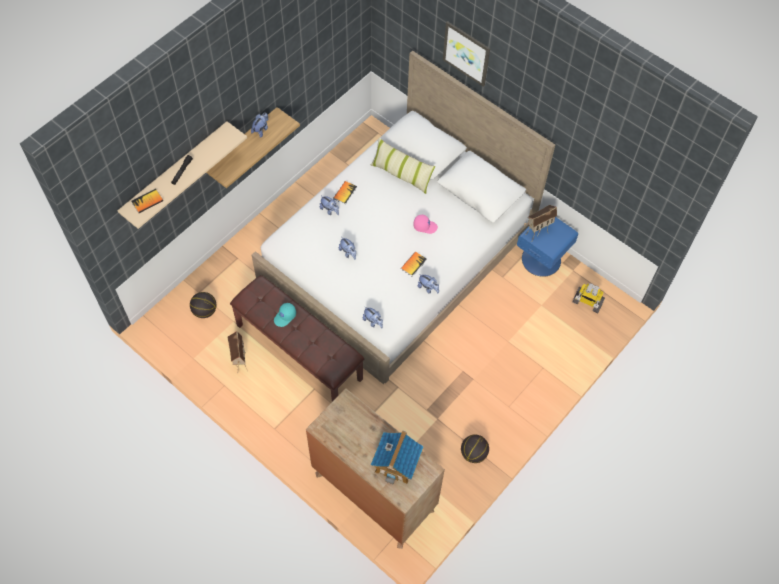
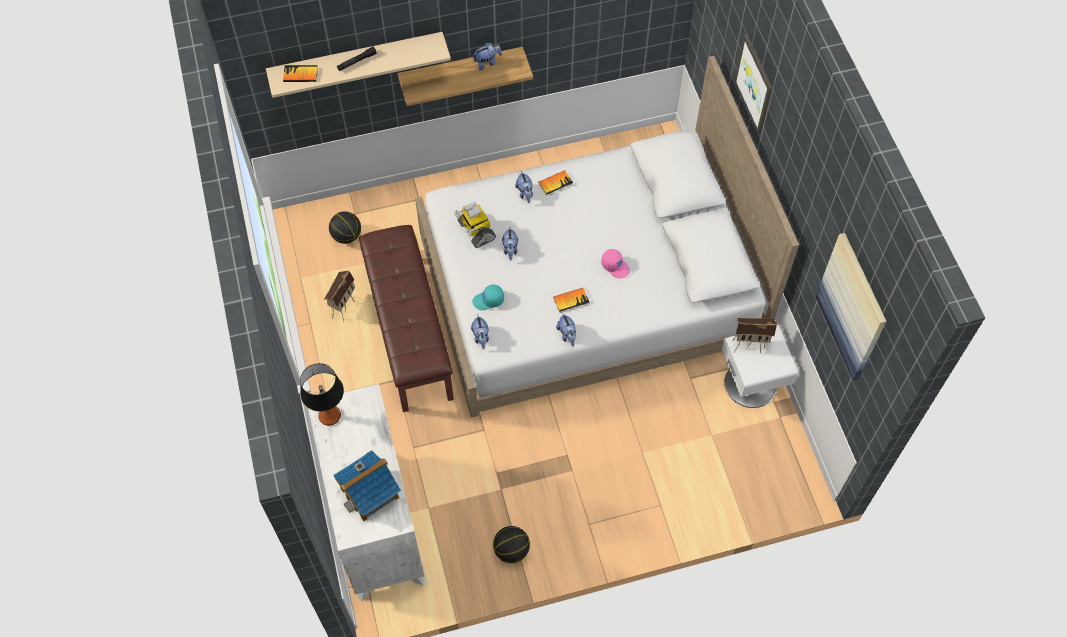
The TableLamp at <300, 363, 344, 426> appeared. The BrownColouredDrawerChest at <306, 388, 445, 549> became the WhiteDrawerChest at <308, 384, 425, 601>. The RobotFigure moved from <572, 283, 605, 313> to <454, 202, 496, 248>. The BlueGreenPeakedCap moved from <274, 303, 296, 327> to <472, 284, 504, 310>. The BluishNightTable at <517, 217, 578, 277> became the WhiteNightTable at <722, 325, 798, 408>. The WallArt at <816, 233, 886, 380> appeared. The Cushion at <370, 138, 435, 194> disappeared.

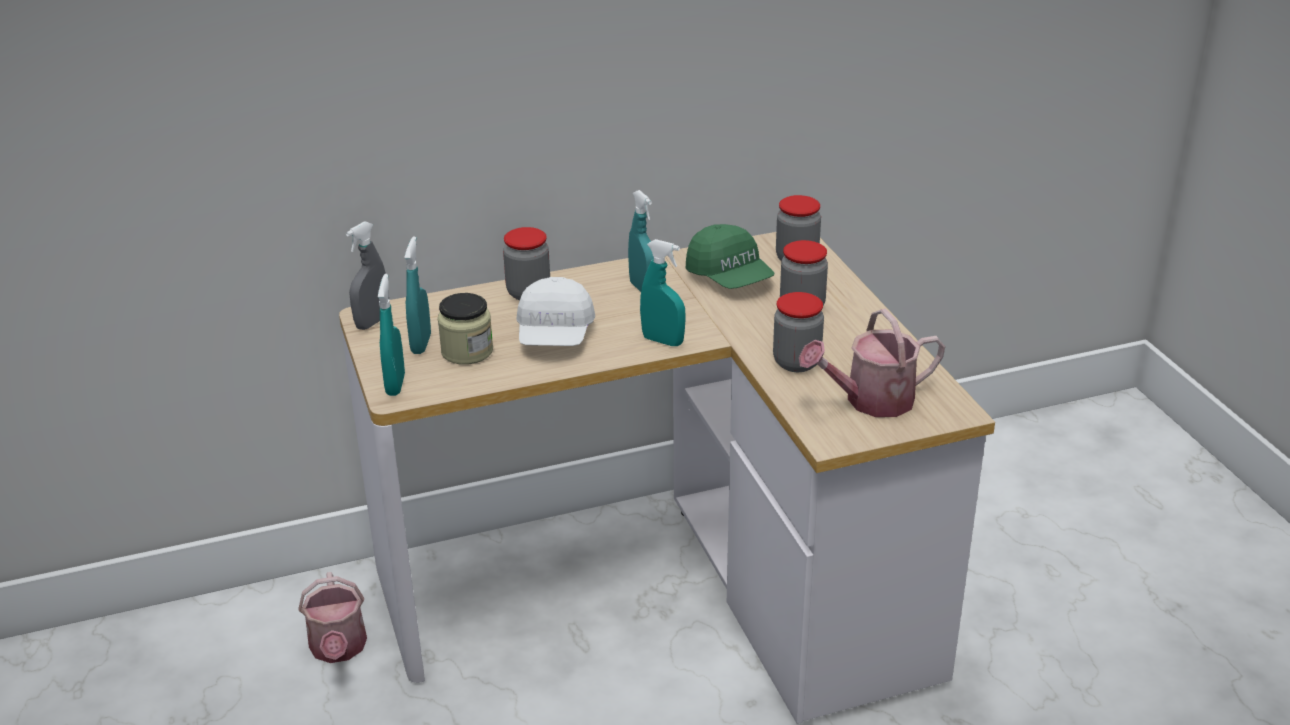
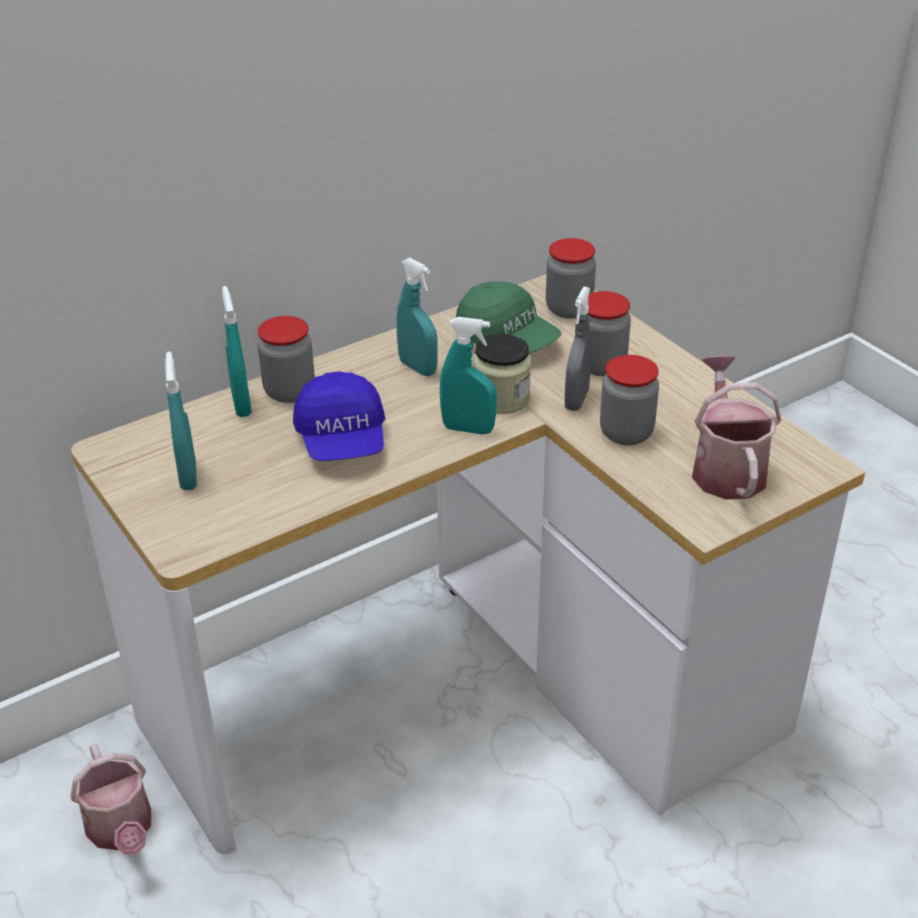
The BlueGreenSprayer moved from <378, 274, 405, 396> to <222, 286, 252, 417>. The WhitePeakedCap at <516, 277, 595, 346> became the BluishPeakedCap at <293, 371, 385, 461>. The StorageJar moved from <438, 293, 493, 365> to <473, 334, 531, 414>. The GreyishSprayer moved from <346, 221, 389, 330> to <565, 286, 592, 411>. The SprinklingCan at <799, 309, 945, 417> turned 120 degrees clockwise.

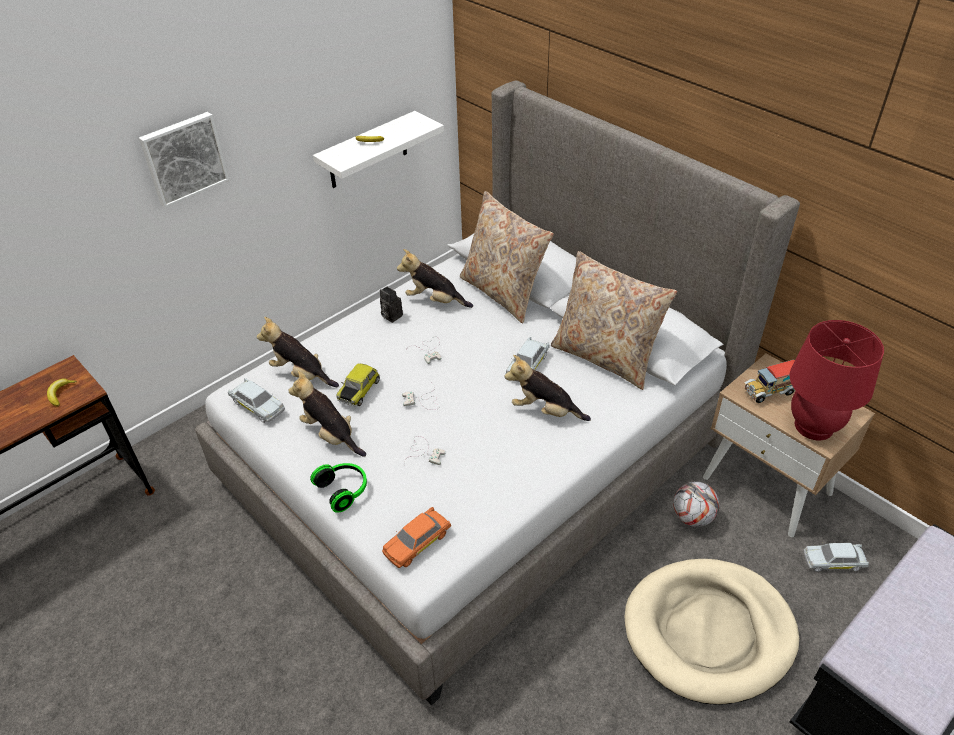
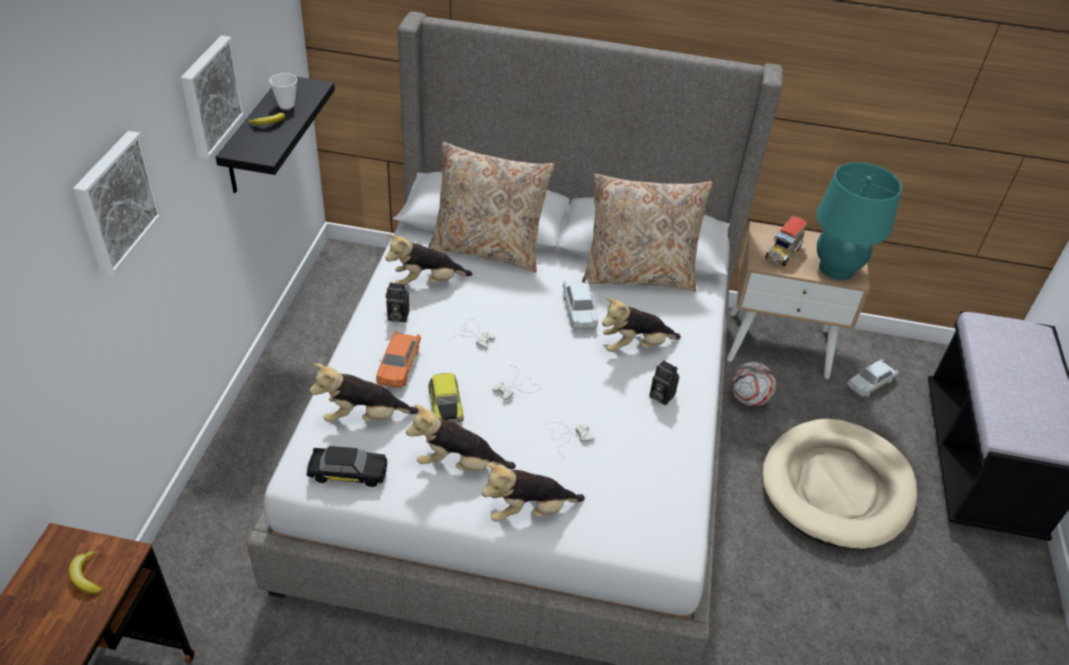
The WallArt at <181, 35, 244, 159> appeared. The WhiteWallShelf at <313, 111, 444, 188> became the BlackColouredWallShelf at <216, 77, 335, 193>. The DrinkingCup at <269, 73, 297, 109> appeared. The WhiteMiniatureCar at <228, 378, 285, 423> became the BlackColouredMiniatureCar at <307, 446, 387, 487>. The OrangeMiniatureCar moved from <382, 507, 451, 568> to <376, 330, 421, 388>. The PairOfHeadphones at <310, 463, 367, 513> was replaced by the CuddlyToy at <482, 463, 585, 522>. The PhotoCamera at <649, 360, 679, 405> appeared. The RedTableLamp at <790, 320, 884, 440> became the BlueGreenTableLamp at <816, 162, 902, 280>.

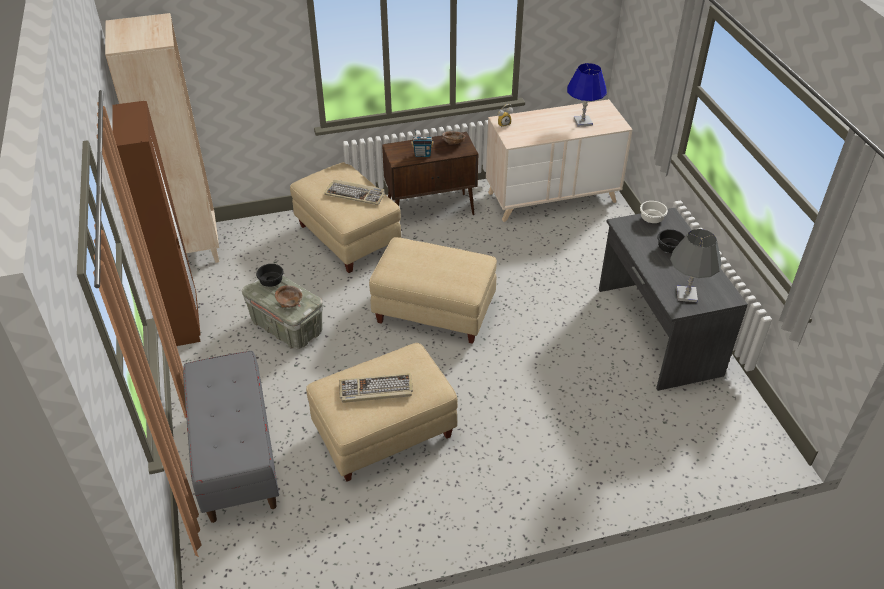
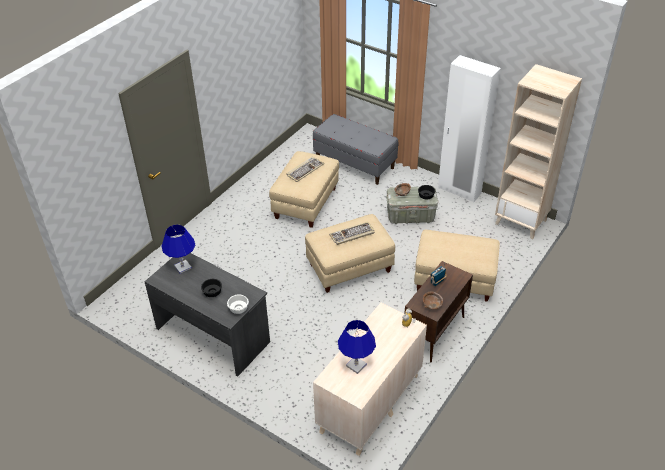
The GreyishTableLamp at <670, 229, 722, 302> became the BluishTableLamp at <162, 224, 195, 274>. The PcKeyboard moved from <324, 180, 385, 205> to <329, 222, 374, 245>. The BrownColouredClothesCupboard at <112, 101, 201, 346> became the WhiteClothesCupboard at <438, 55, 501, 202>.

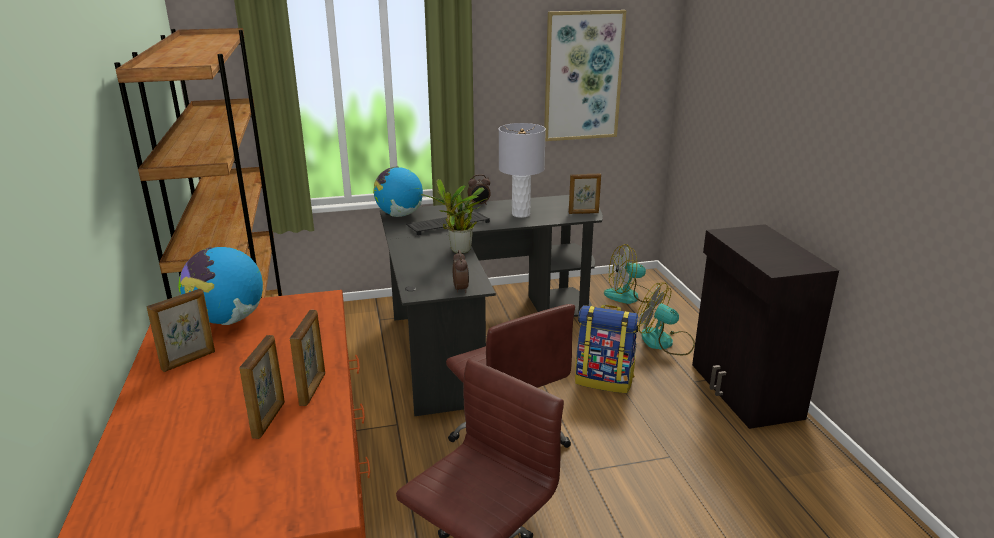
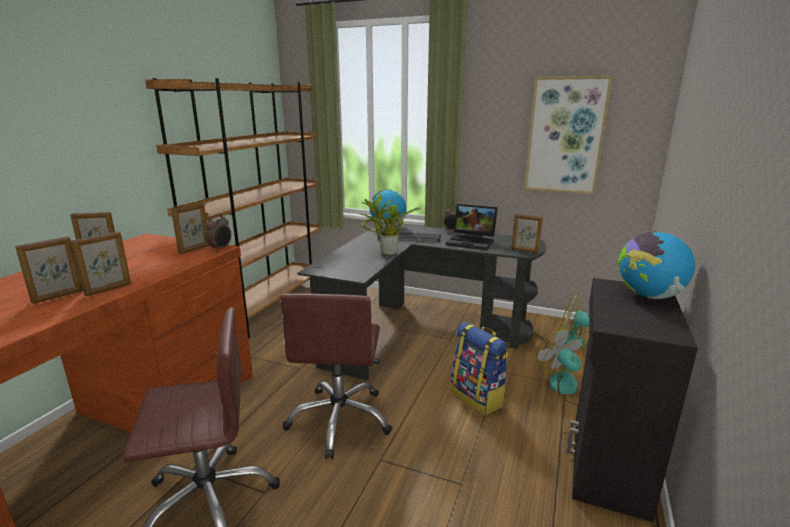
The PictureFrame at <171, 203, 209, 254> appeared. The AlarmClock moved from <452, 250, 469, 293> to <205, 214, 231, 252>. The GreyishTableLamp at <499, 123, 546, 218> was replaced by the Laptop at <446, 204, 498, 250>. The Globe moved from <179, 247, 263, 325> to <618, 231, 695, 299>.

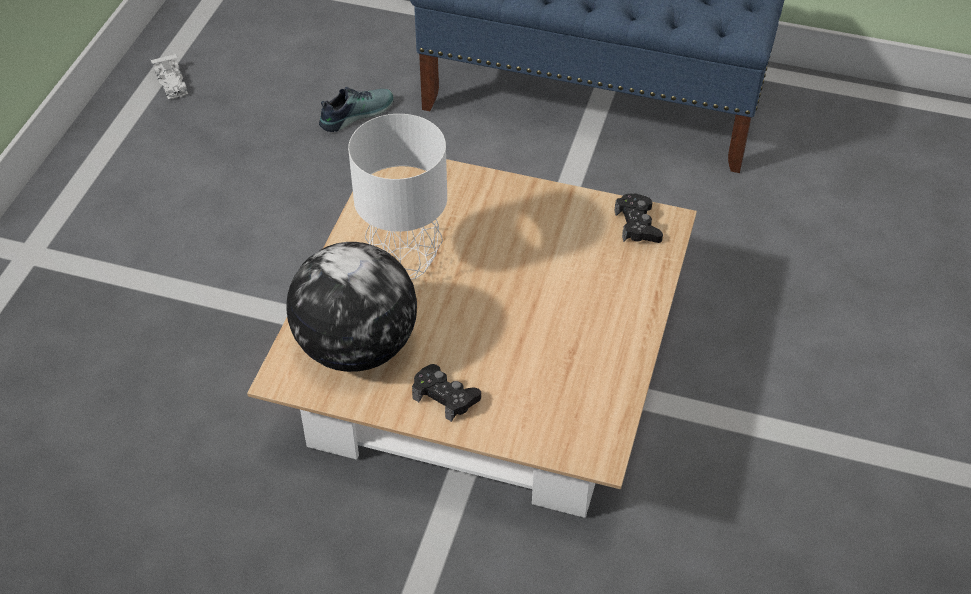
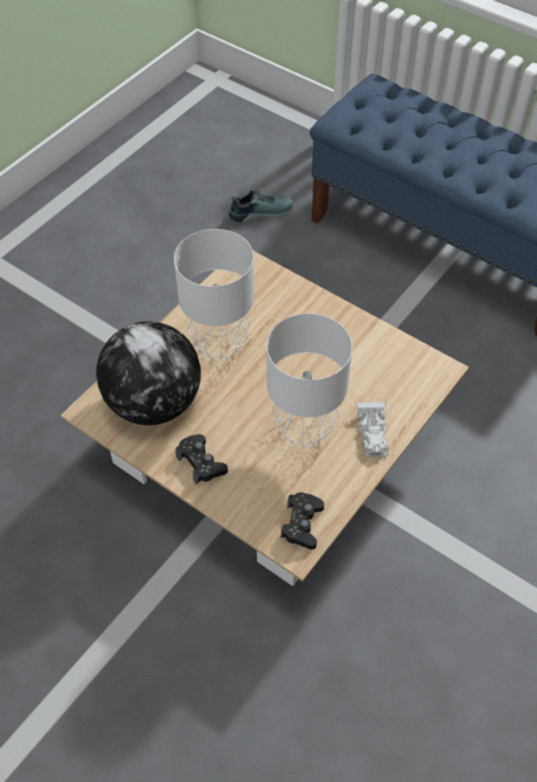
The WhiteTableLamp at <267, 313, 352, 447> appeared. The BlackColouredJoypad moved from <615, 194, 663, 243> to <281, 492, 324, 550>. The WhiteMiniatureCar moved from <150, 54, 189, 99> to <357, 402, 388, 458>.

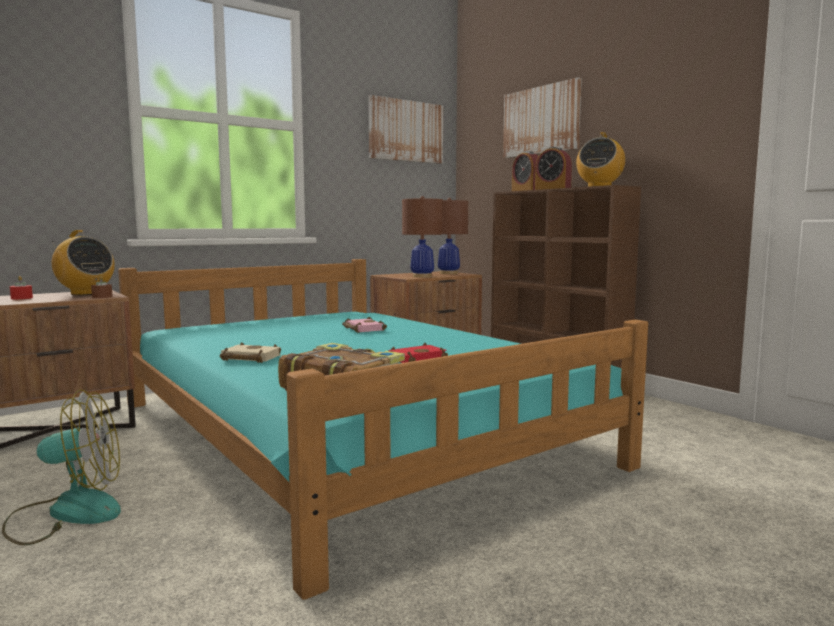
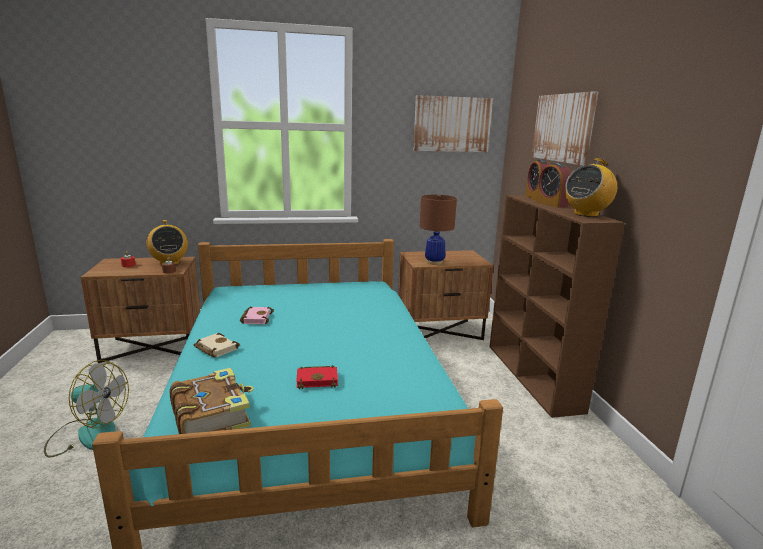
The PinkishBoundBook moved from <342, 317, 387, 333> to <240, 306, 274, 324>. The BrownColouredTableLamp at <438, 198, 468, 274> disappeared.

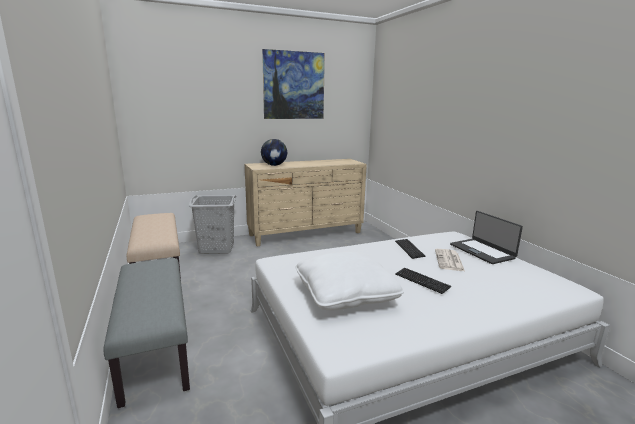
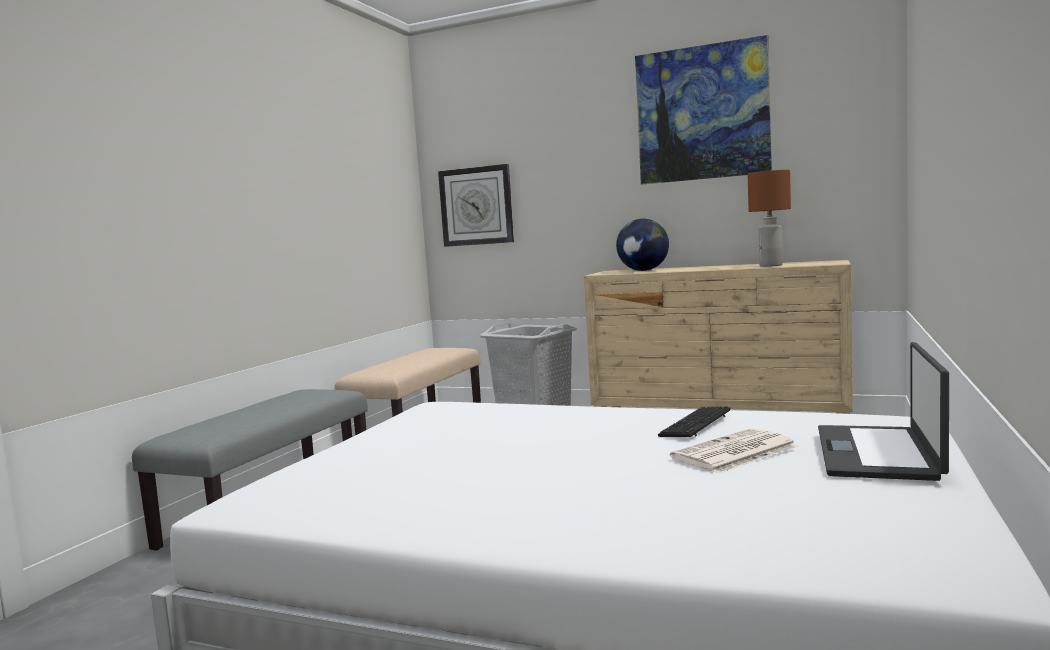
The HangingClock at <438, 164, 514, 247> appeared. The BrownColouredTableLamp at <748, 170, 791, 267> appeared. The WhiteCushion at <295, 251, 404, 310> disappeared. The PcKeyboard at <395, 268, 451, 294> disappeared.

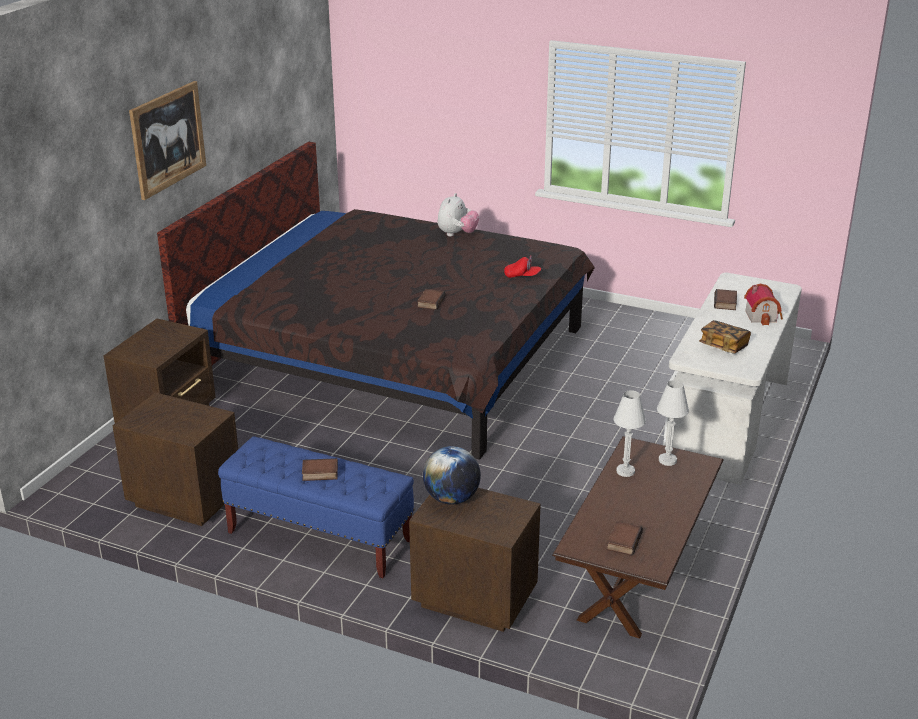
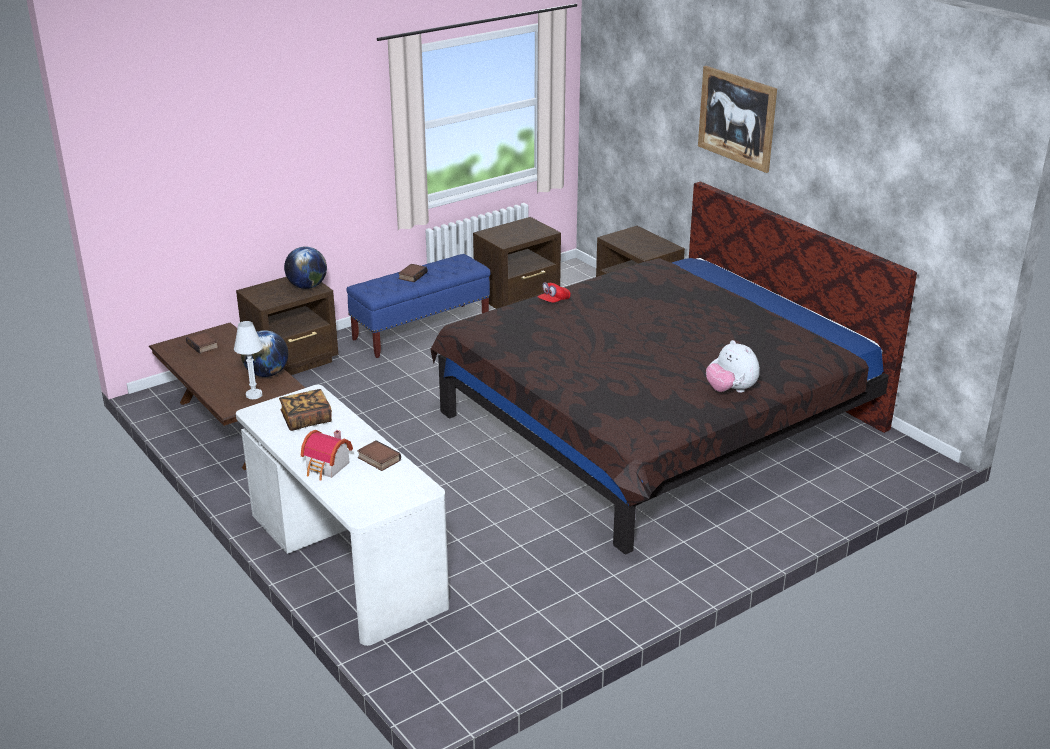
The WhiteTableLamp at <614, 390, 646, 477> was replaced by the Globe at <241, 330, 288, 377>. The RedPeakedCap moved from <504, 255, 541, 278> to <537, 282, 571, 303>. The BoundBook at <417, 289, 446, 310> disappeared.

